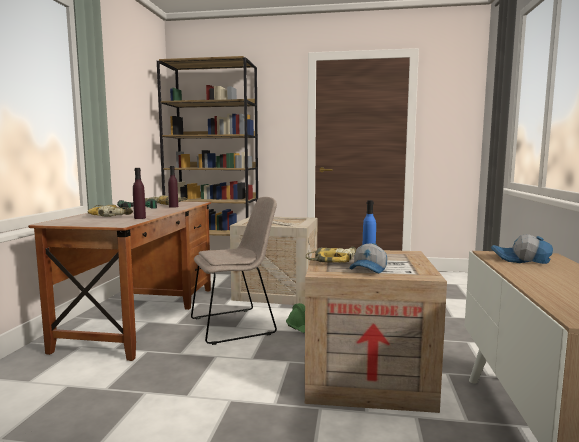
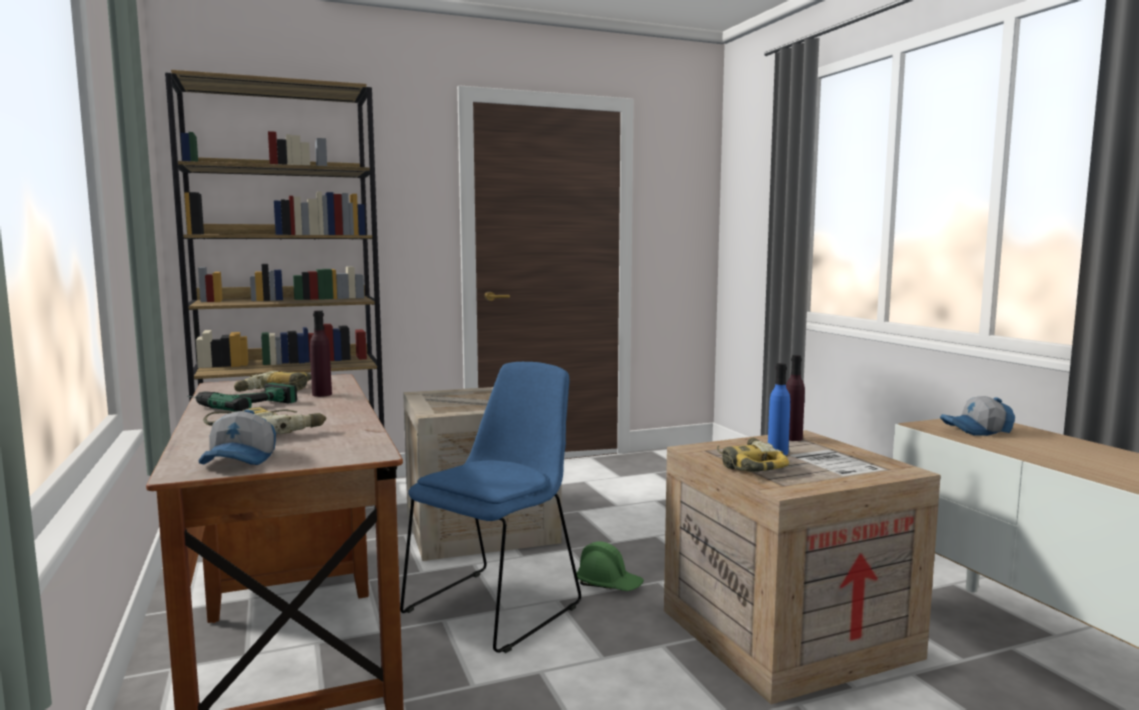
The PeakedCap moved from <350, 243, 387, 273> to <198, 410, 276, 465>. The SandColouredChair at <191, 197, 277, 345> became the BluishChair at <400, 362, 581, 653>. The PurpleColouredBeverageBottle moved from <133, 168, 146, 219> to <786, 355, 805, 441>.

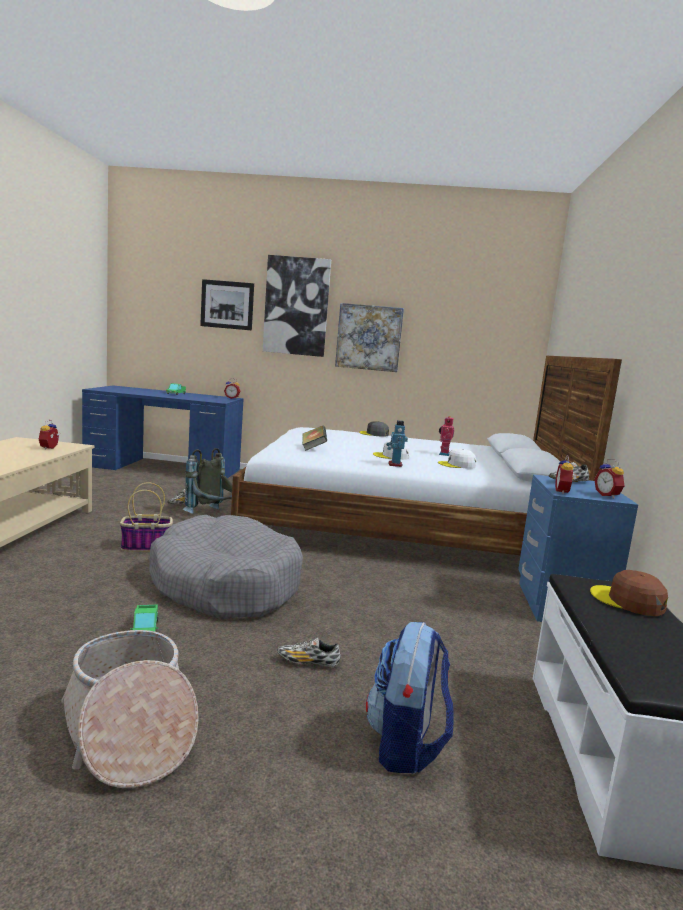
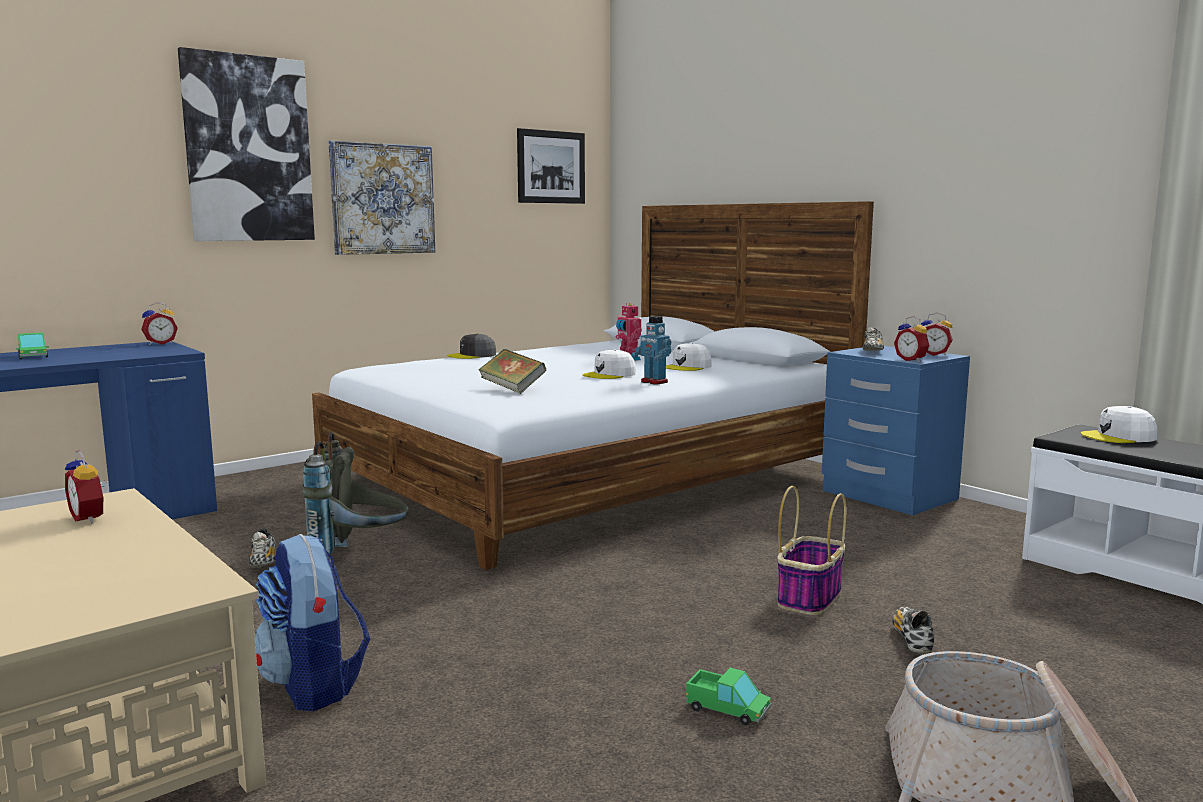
The Backpack moved from <366, 622, 454, 773> to <255, 534, 370, 711>. The WallArt moved from <200, 279, 254, 330> to <517, 128, 585, 204>. The Basket moved from <120, 482, 173, 552> to <777, 486, 846, 615>. The Shoe at <277, 637, 341, 667> turned 135 degrees clockwise. The BrownColouredPeakedCap at <590, 570, 668, 616> became the WhitePeakedCap at <1081, 406, 1157, 443>. The GreyishPetBed at <149, 515, 303, 619> disappeared.

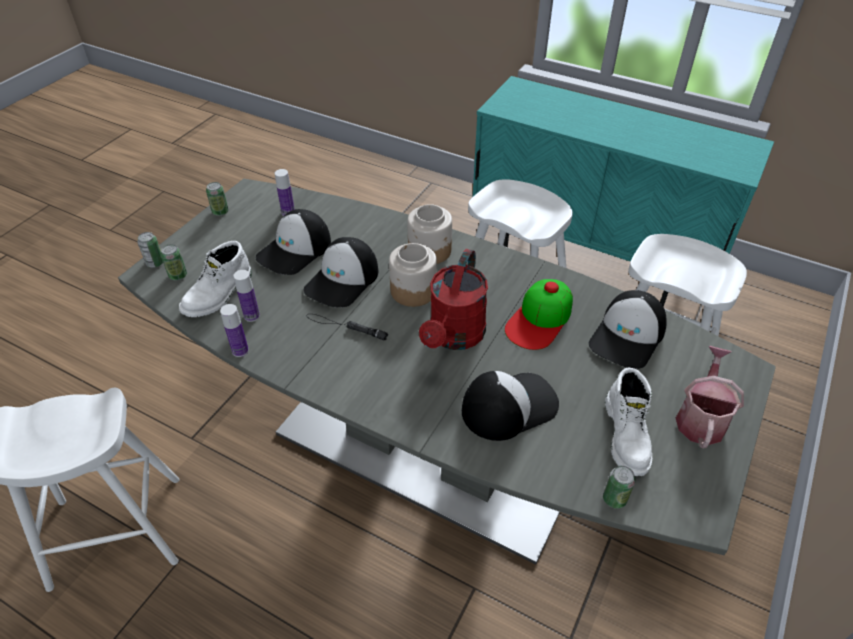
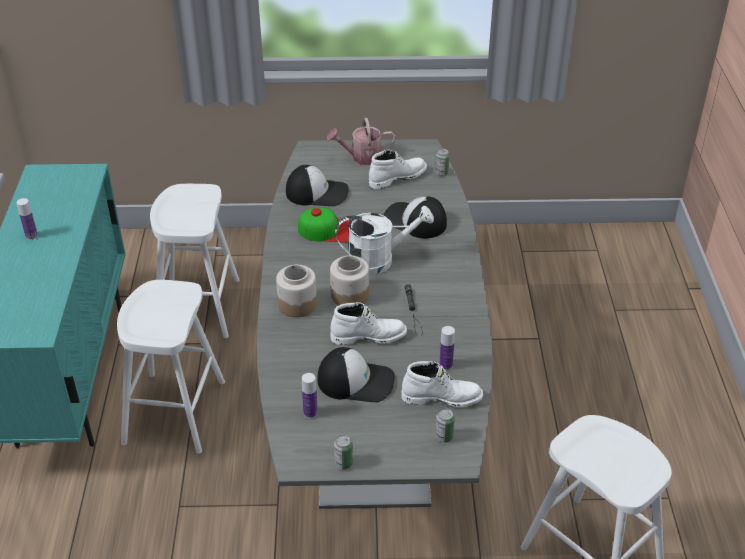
The BeverageBottle moved from <220, 304, 249, 357> to <17, 198, 38, 240>. The PeakedCap at <304, 237, 378, 308> was replaced by the WhiteTallBoot at <330, 302, 407, 345>. The RedSprinklingCan at <419, 249, 488, 350> became the WhiteSprinklingCan at <335, 206, 434, 275>. The SealedCan at <137, 232, 163, 268> disappeared.

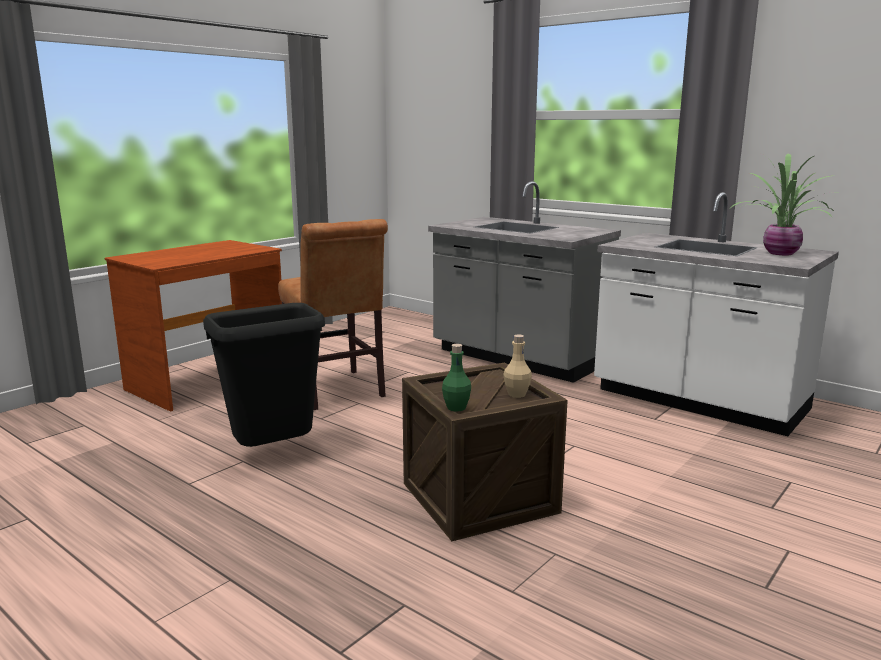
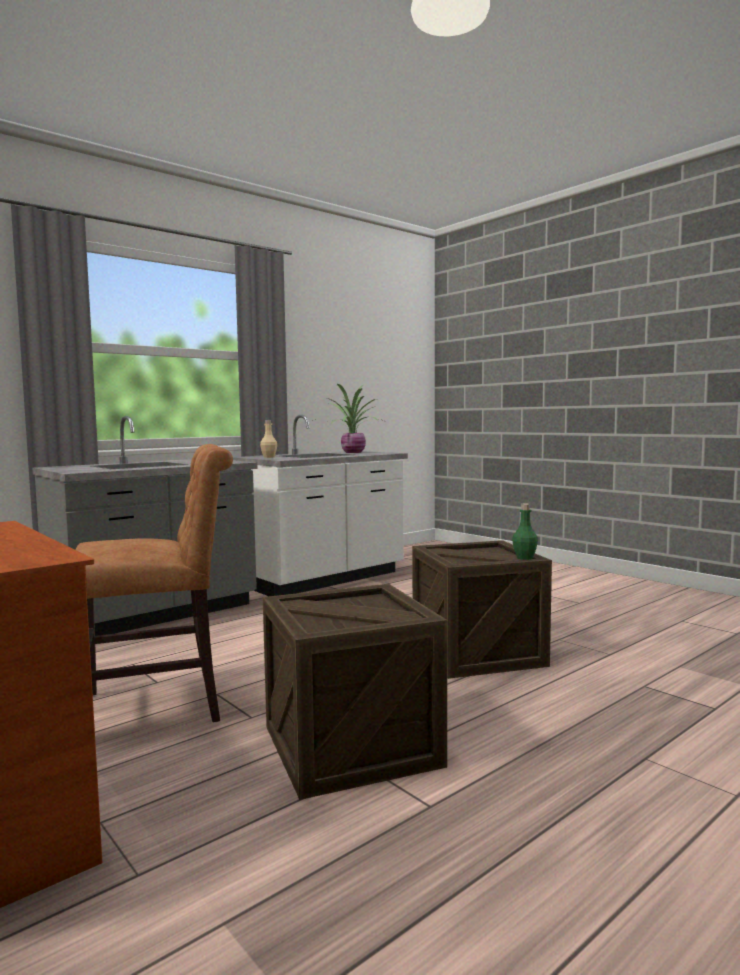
The SandColouredBeverageBottle moved from <503, 335, 532, 398> to <260, 420, 277, 458>. The BlackColouredRubbishBin at <203, 303, 325, 447> was replaced by the Crate at <263, 584, 447, 800>.

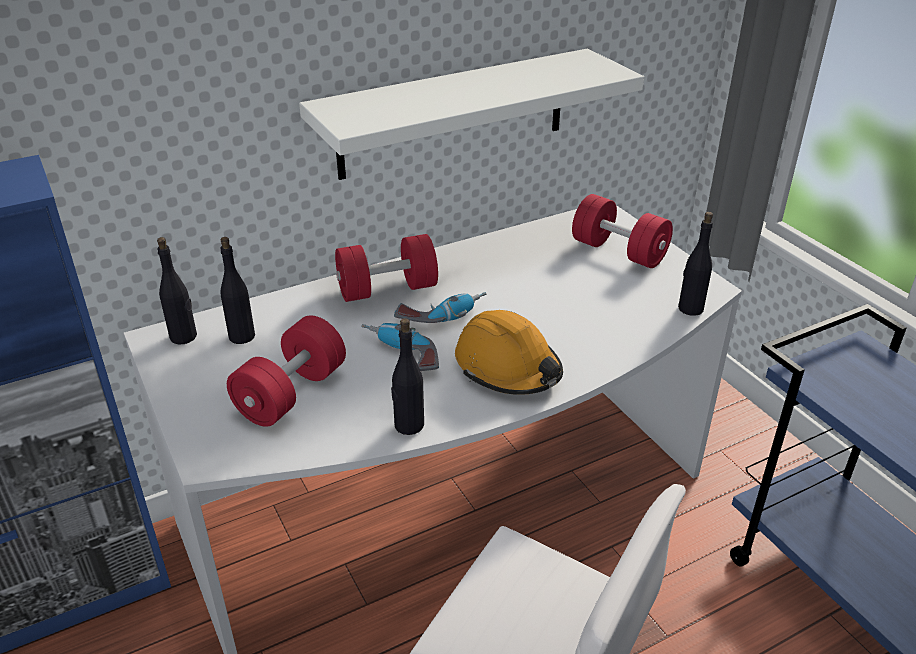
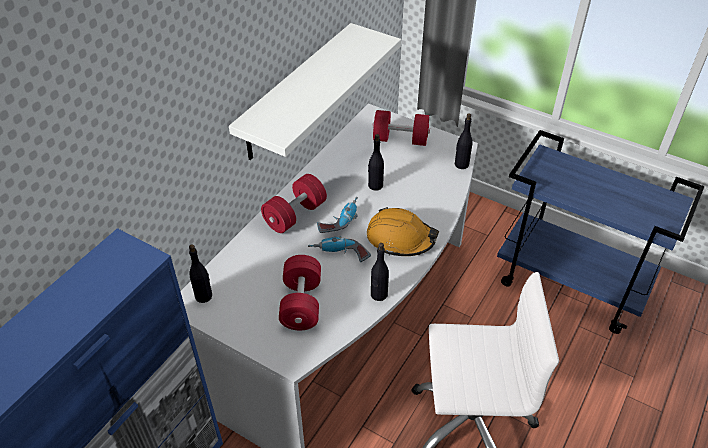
The BlackColouredBeverageBottle moved from <220, 237, 255, 344> to <368, 134, 384, 191>.

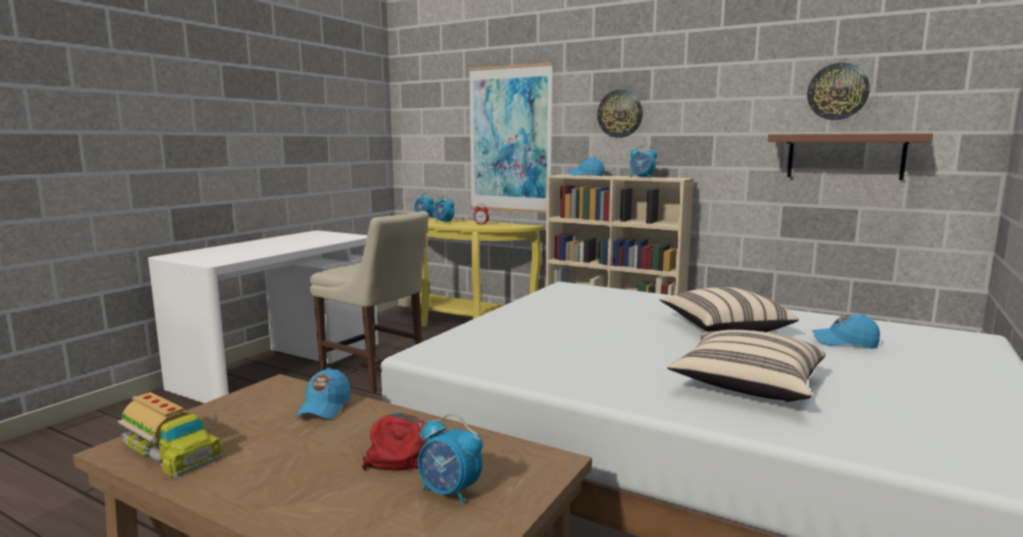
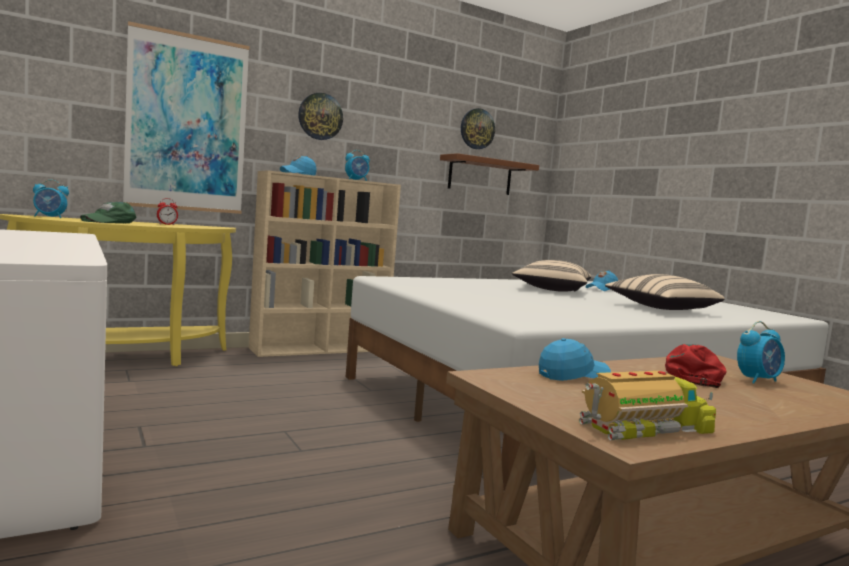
The AlarmClock at <434, 195, 454, 224> was replaced by the GreenPeakedCap at <80, 202, 136, 223>. The BluishPeakedCap at <295, 368, 350, 419> turned 60 degrees counterclockwise. The SandColouredChair at <310, 211, 429, 394> disappeared.

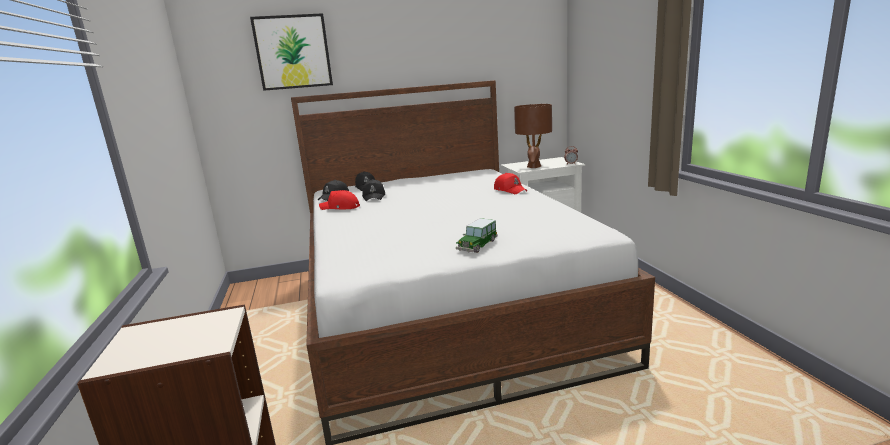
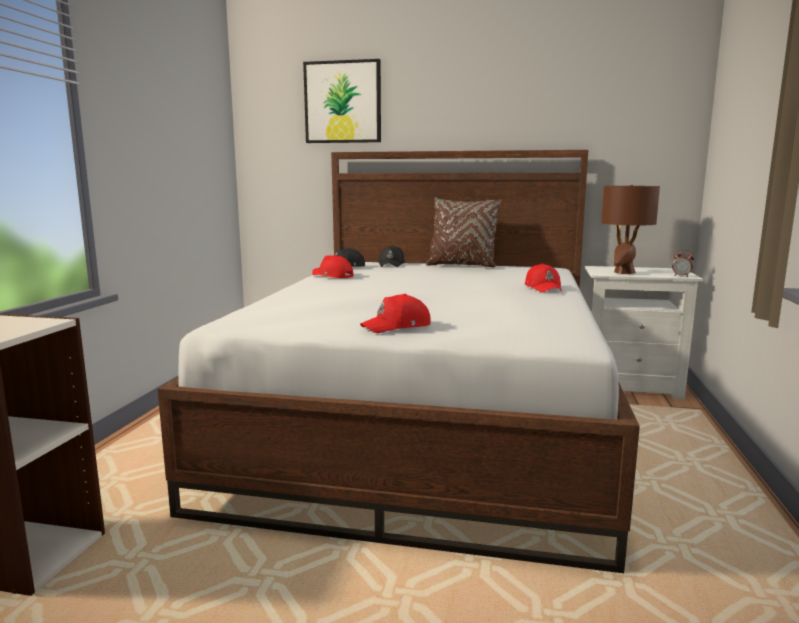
The MiniatureCar at <456, 218, 497, 253> was replaced by the RedPeakedCap at <360, 294, 431, 333>. The BrownColouredCushion at <426, 198, 501, 268> appeared. The BlackColouredPeakedCap at <362, 179, 385, 201> disappeared.

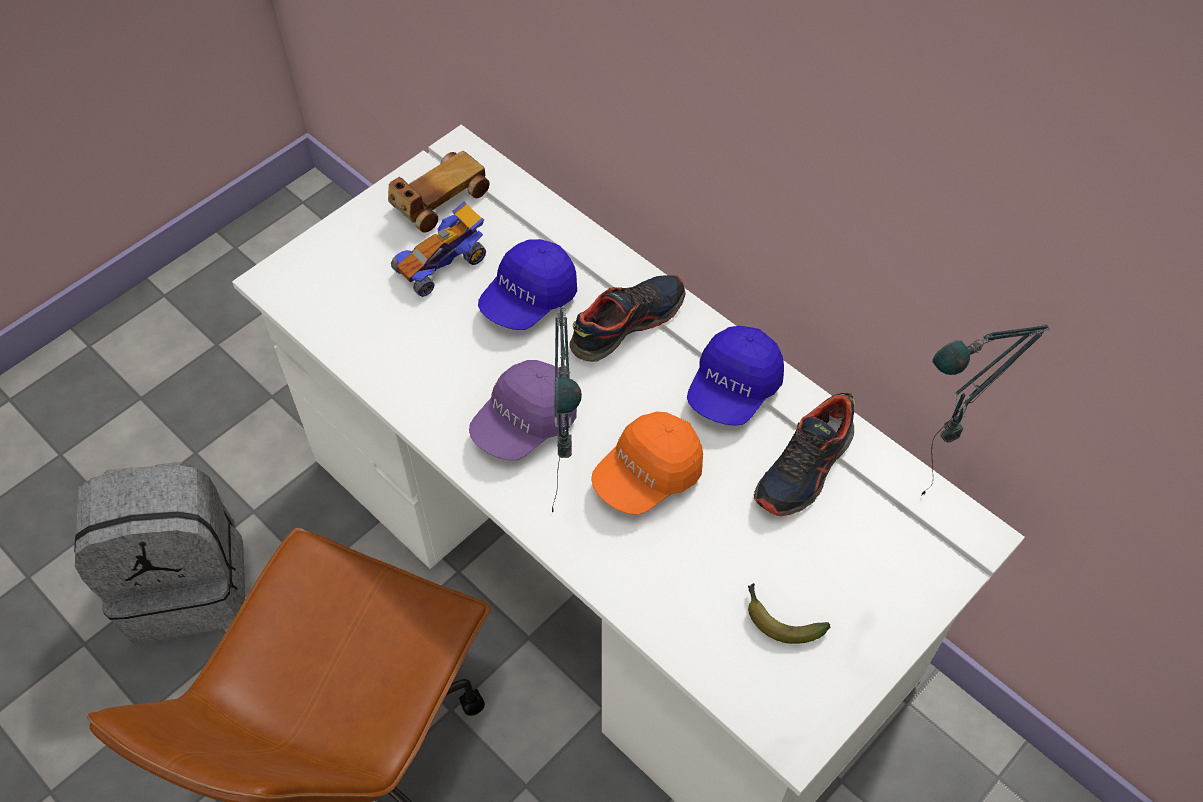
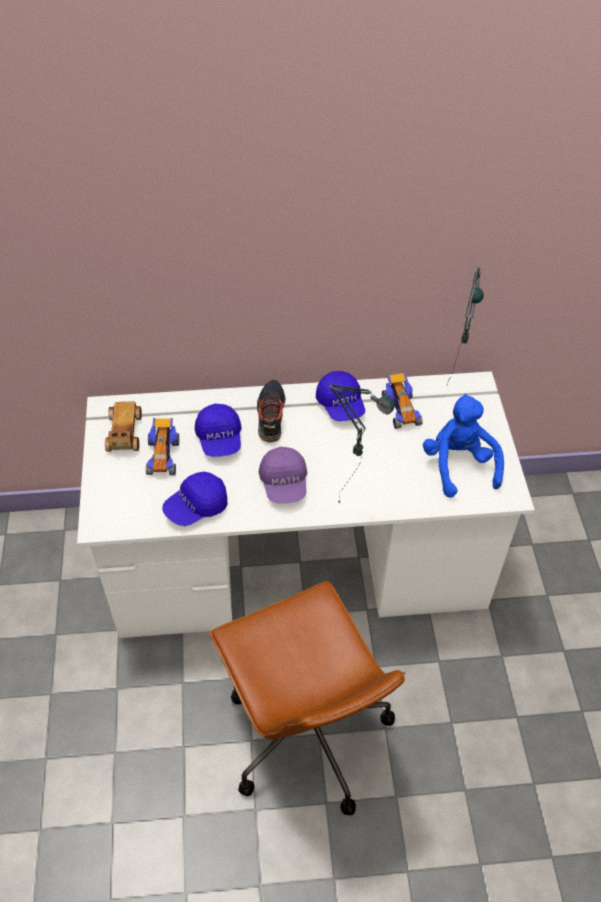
The BluishPeakedCap at <162, 472, 227, 526> appeared. The Shoe at <754, 393, 855, 516> was replaced by the MiniatureCar at <382, 372, 423, 429>. The BananaFruit at <748, 583, 830, 644> was replaced by the BluishCuddlyToy at <423, 394, 504, 498>. The GreyishBackpack at <74, 462, 245, 643> disappeared. The OrangePeakedCap at <591, 411, 703, 515> disappeared.

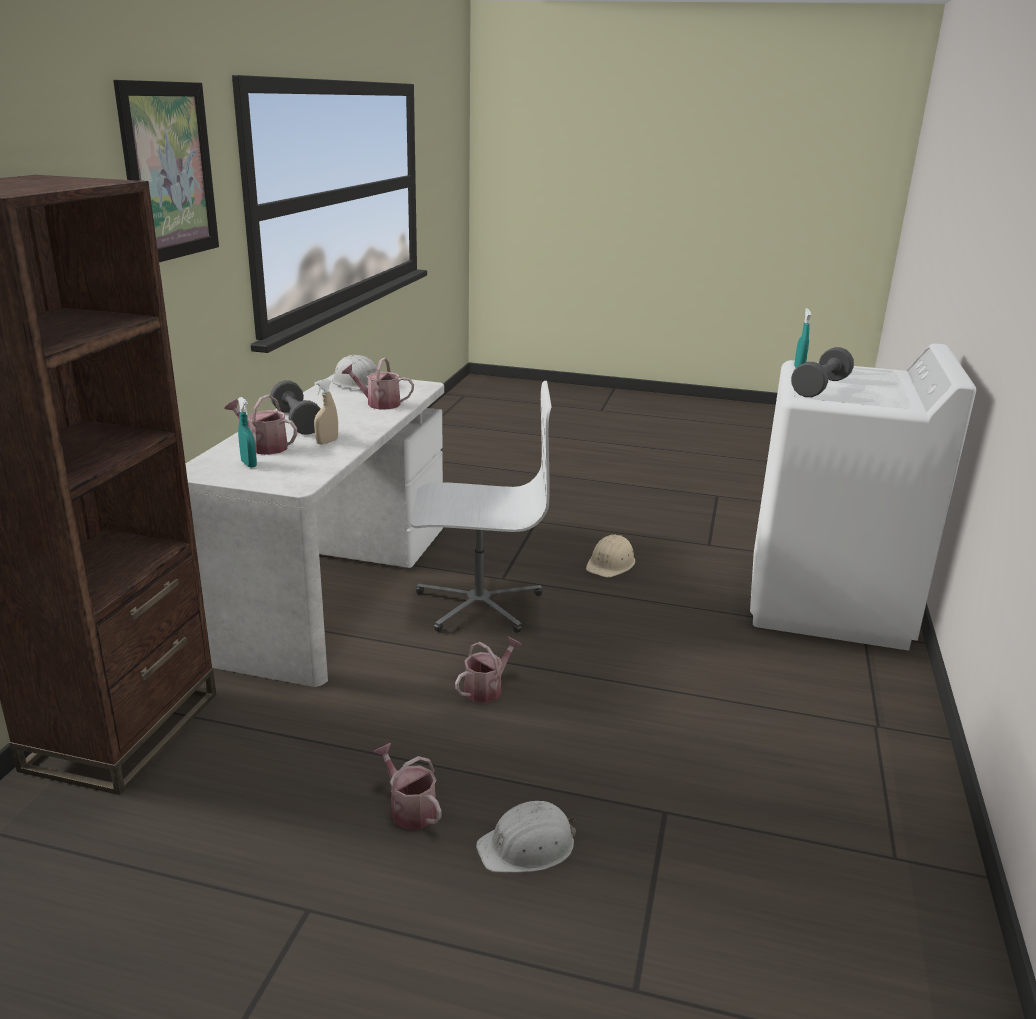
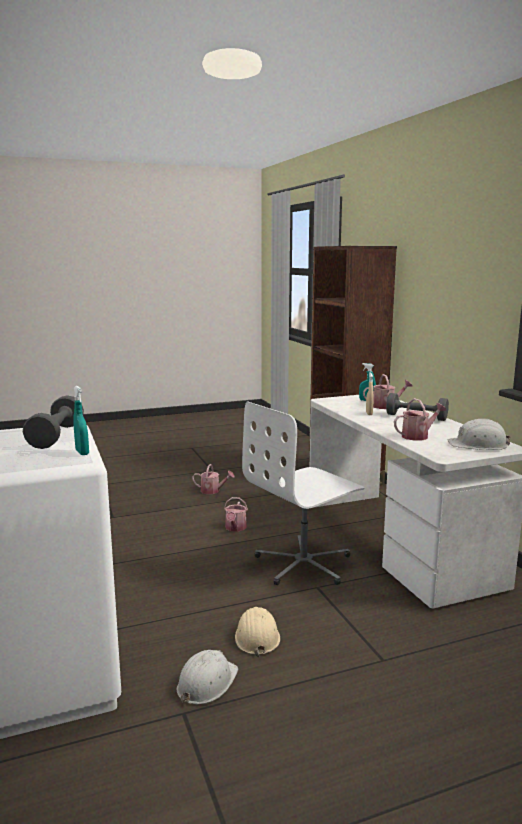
The WhiteSafetyHelmet moved from <476, 801, 576, 873> to <177, 650, 238, 704>. The WallArt at <113, 80, 219, 262> disappeared.

